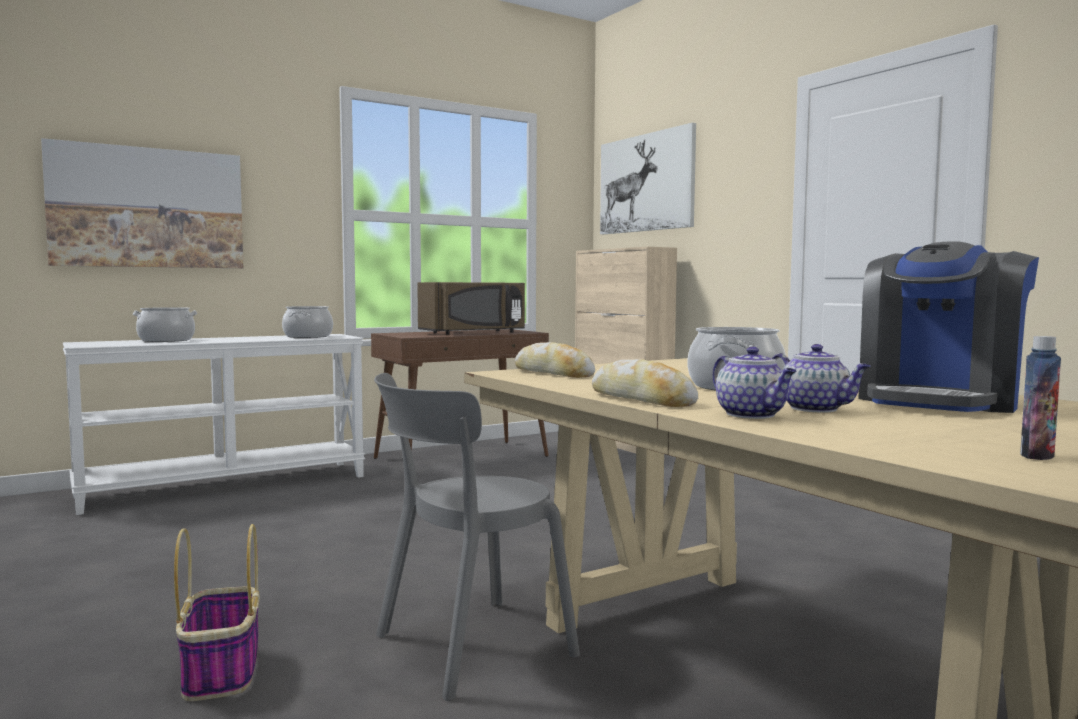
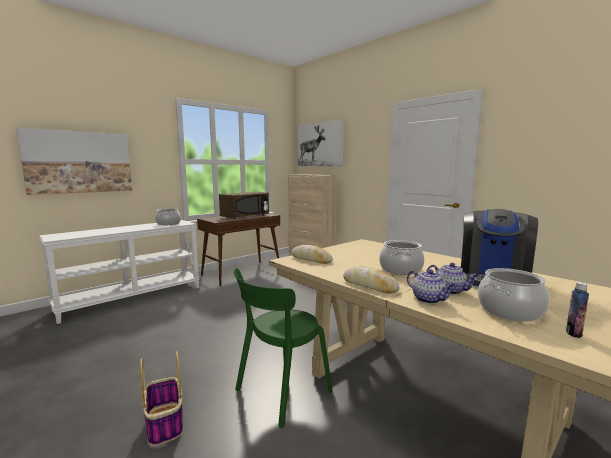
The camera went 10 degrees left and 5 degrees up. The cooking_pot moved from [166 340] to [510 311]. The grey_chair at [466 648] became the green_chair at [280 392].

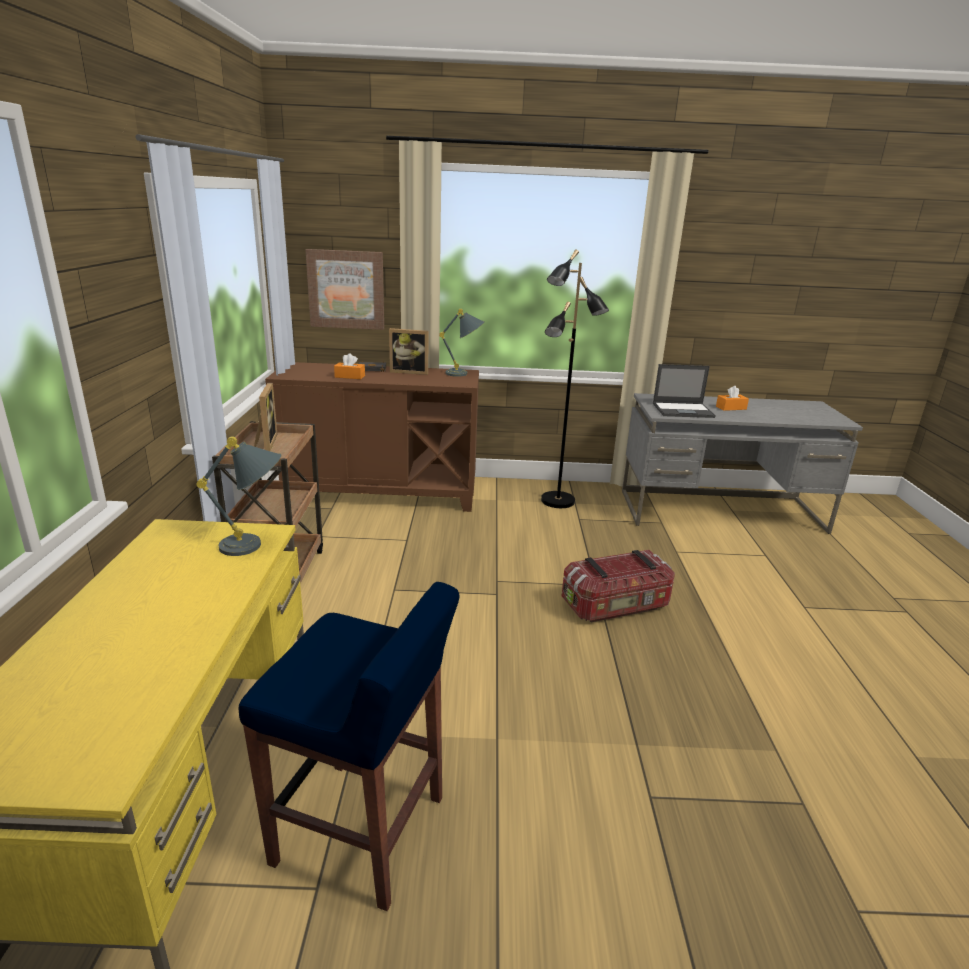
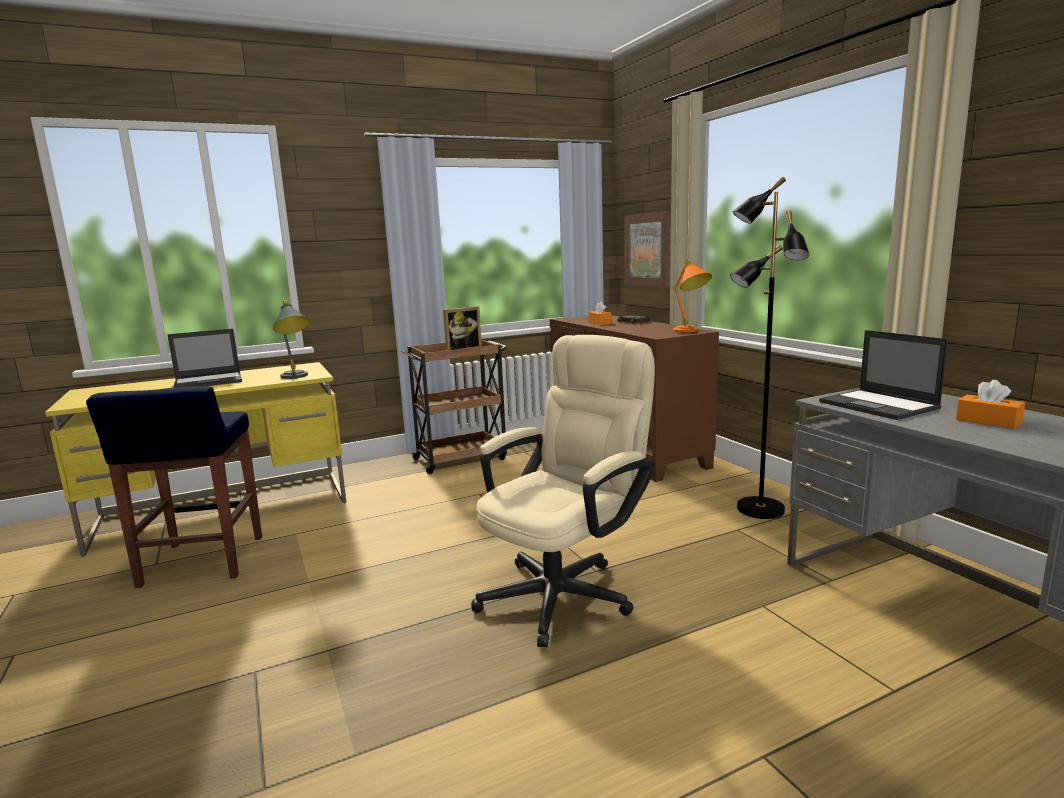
The camera went 65 degrees right and 10 degrees down. The picture_frame at [410 372] disappeared. The laptop at [209 381] appeared. The storage_box at [616 606] was replaced by the beige_office_chair at [566 591]. The grey_table_lamp at [464 374] became the orange_table_lamp at [690 332].

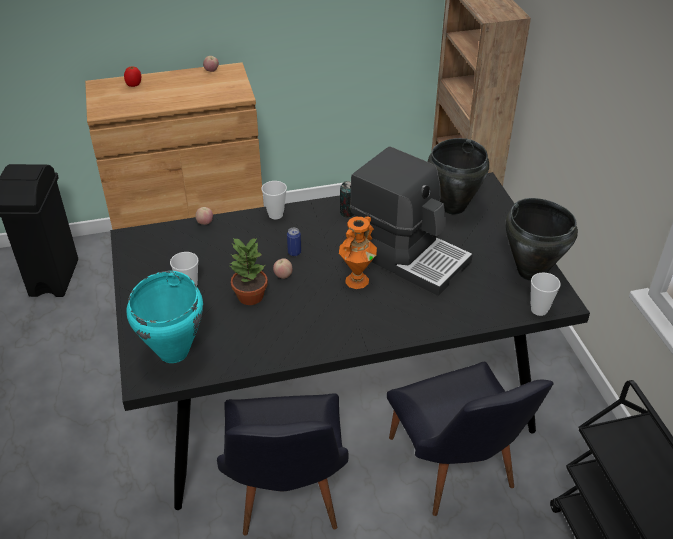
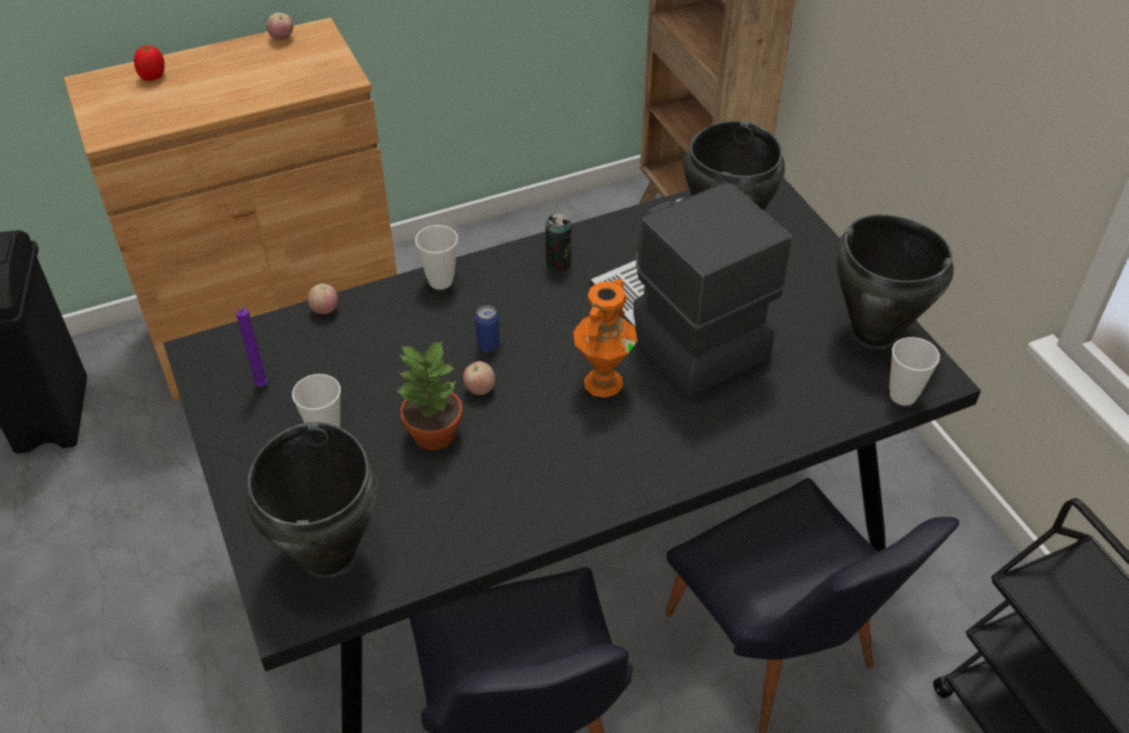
The camera went 10 degrees left and 5 degrees up. The purple_candle at [261 387] appeared. The turquoise_cooking_pot at [174 352] became the black_cooking_pot at [329 554]. The coffee_machine at [409 255] turned 150 degrees counterclockwise.

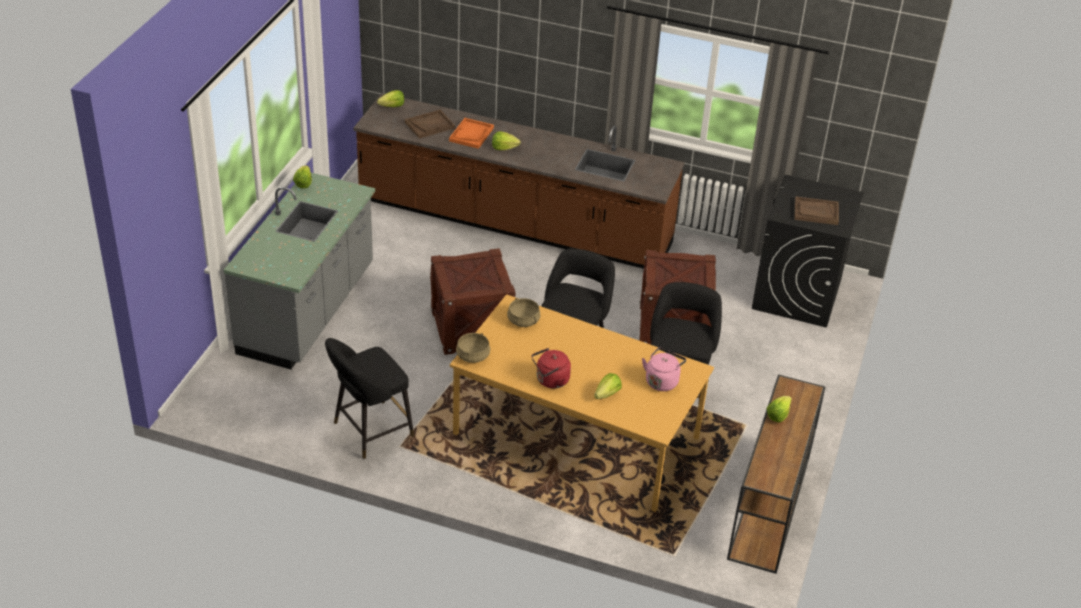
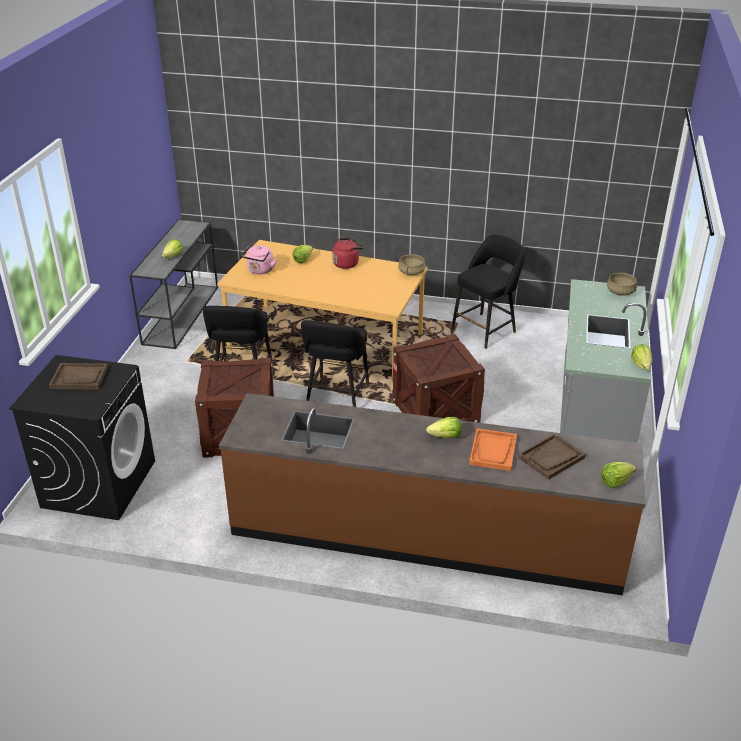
The camera went 175 degrees right and 5 degrees down. The beige_cooking_pot moved from [523 321] to [620 292]. The brown_console_table at [769 509] became the grey_console_table at [181 314].

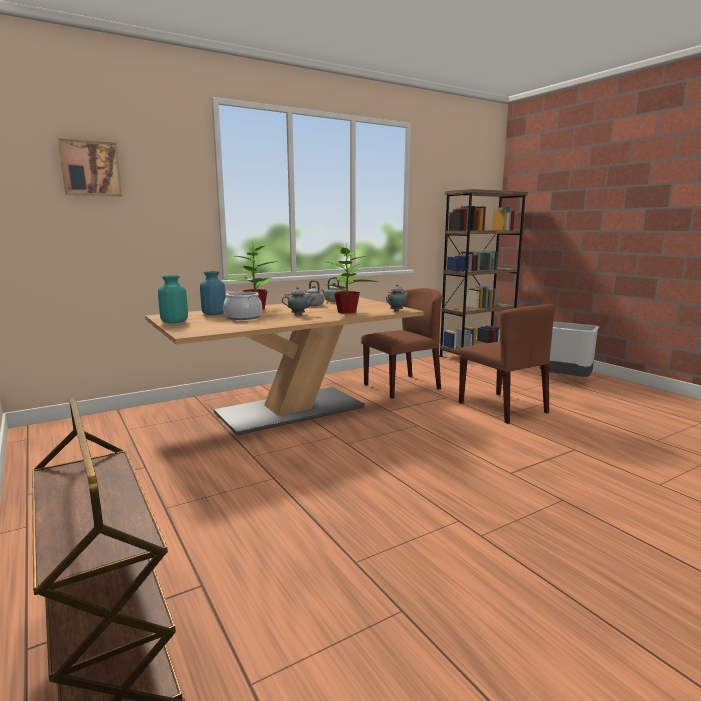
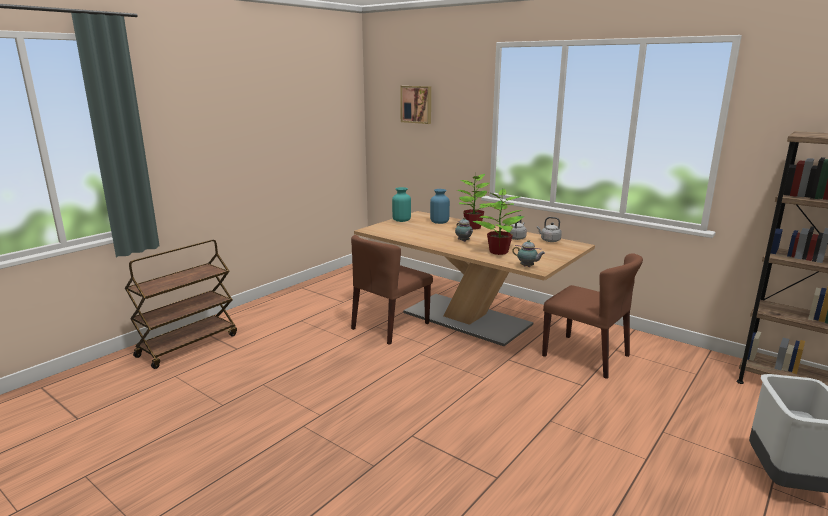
The camera went 70 degrees right and 5 degrees up. The cooking_pot at [243 317] disappeared. The brown_chair moved from [503 407] to [390 326].

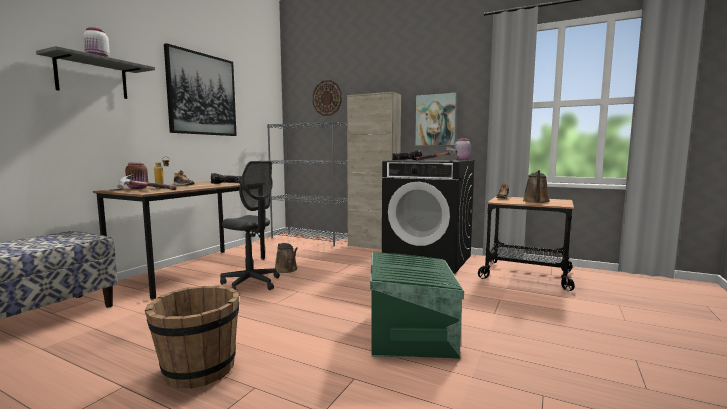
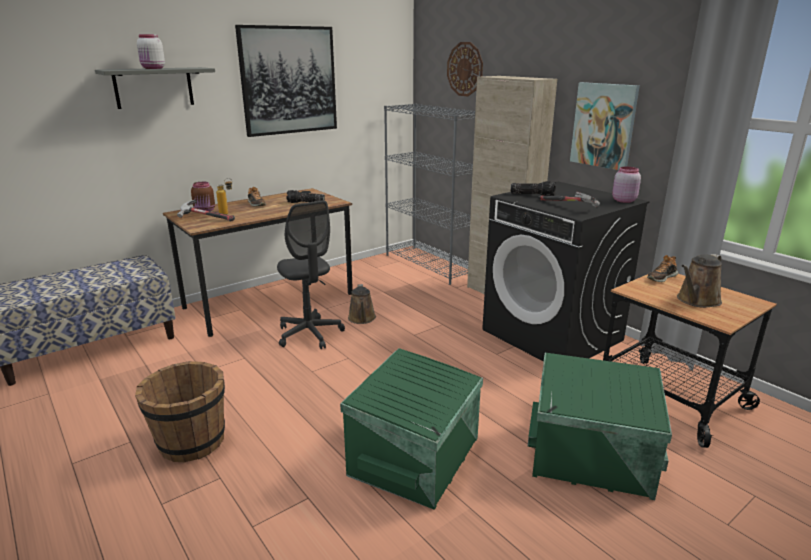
The camera went 25 degrees right and 15 degrees up. The green_storage_box at [592 457] appeared.

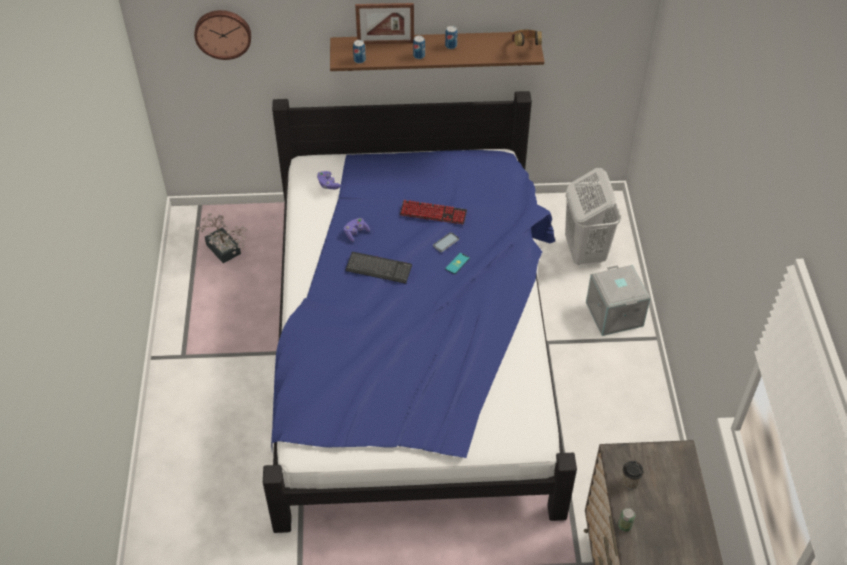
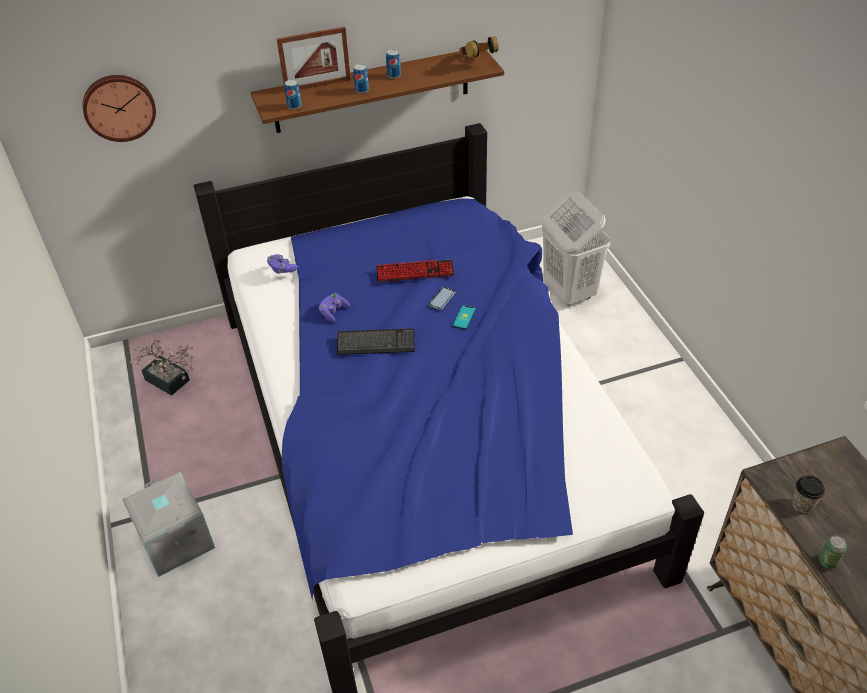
The camera went 15 degrees left and 5 degrees down. The grey_storage_box moved from [613 314] to [174 541].

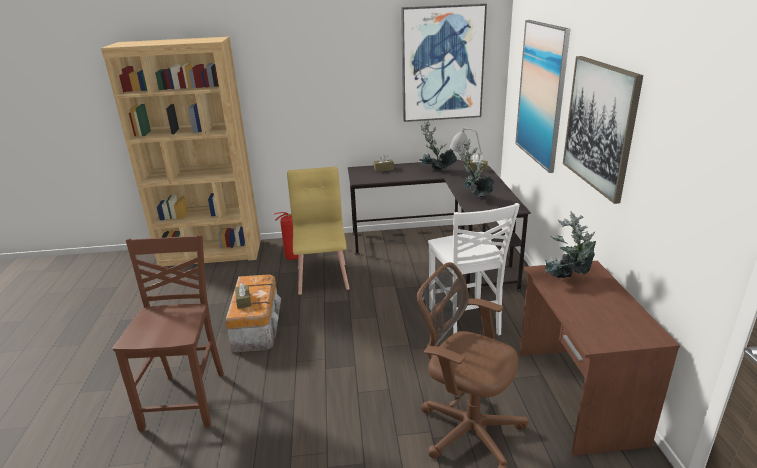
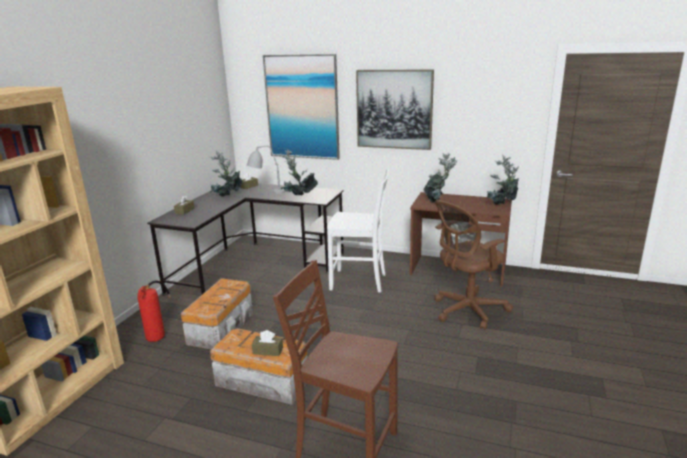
The camera went 65 degrees left and 5 degrees down. The picture at [442 64] disappeared. The potted_plant at [502 206] appeared. The yellow_chair at [323 278] was replaced by the storage_box at [222 327].

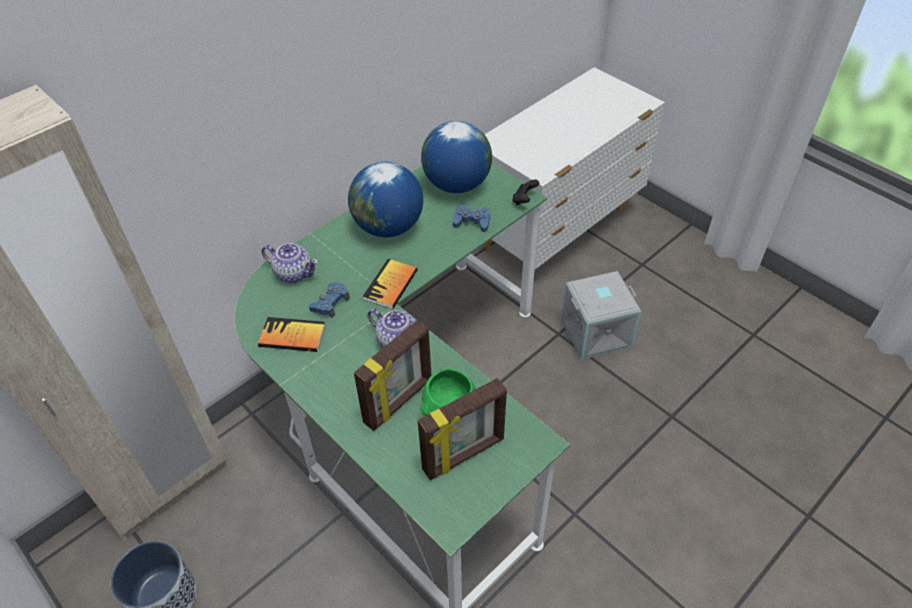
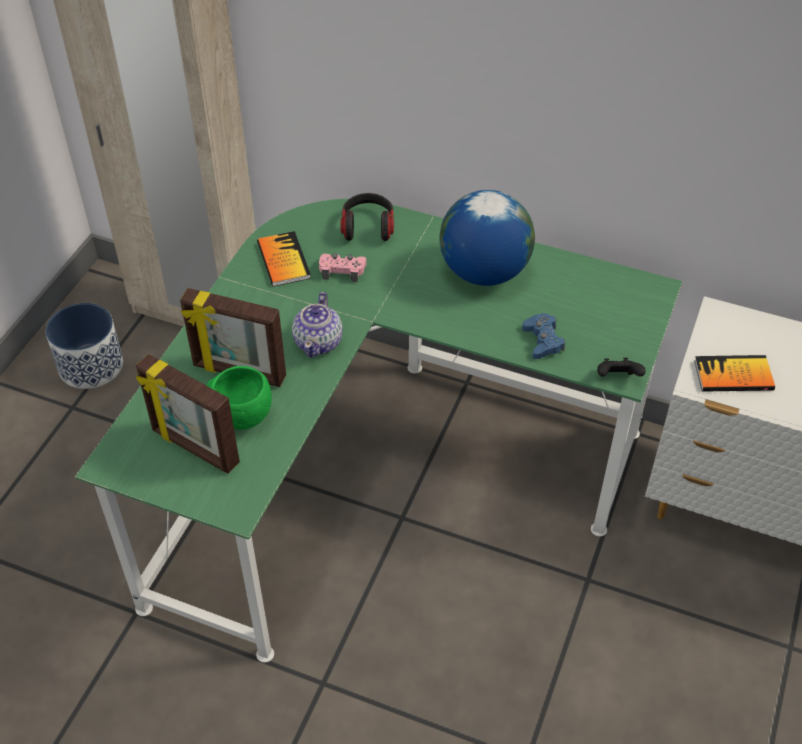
The camera went 65 degrees right and 0 degrees up. The globe at [456 184] disappeared. The grey_storage_box at [595 331] disappeared. The book moved from [390 285] to [733 375]. The teapot at [293 273] was replaced by the headphones at [368 226]. The blue_game_controller at [330 303] became the pink_game_controller at [342 270].

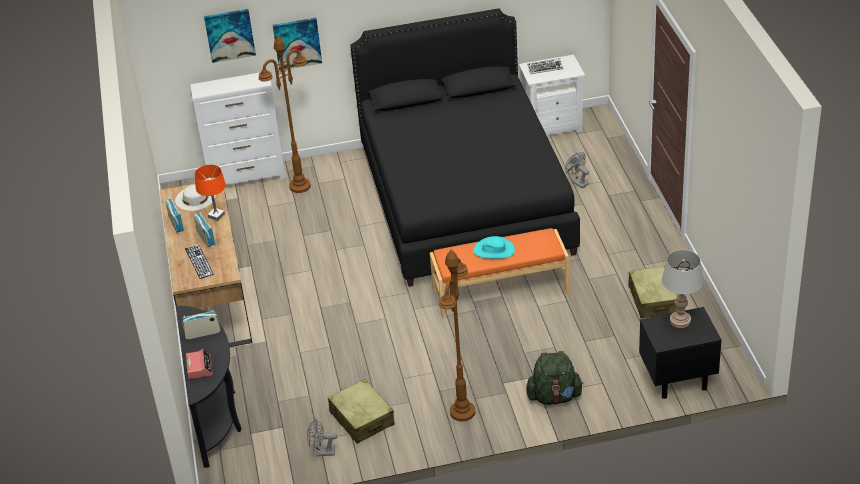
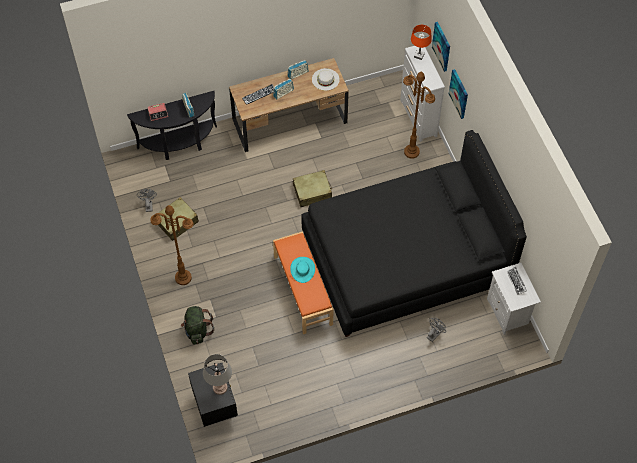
The camera went 80 degrees right and 20 degrees up. The orange_table_lamp moved from [216 216] to [419 56]. The beige_suitcase moved from [654 299] to [312 192].

